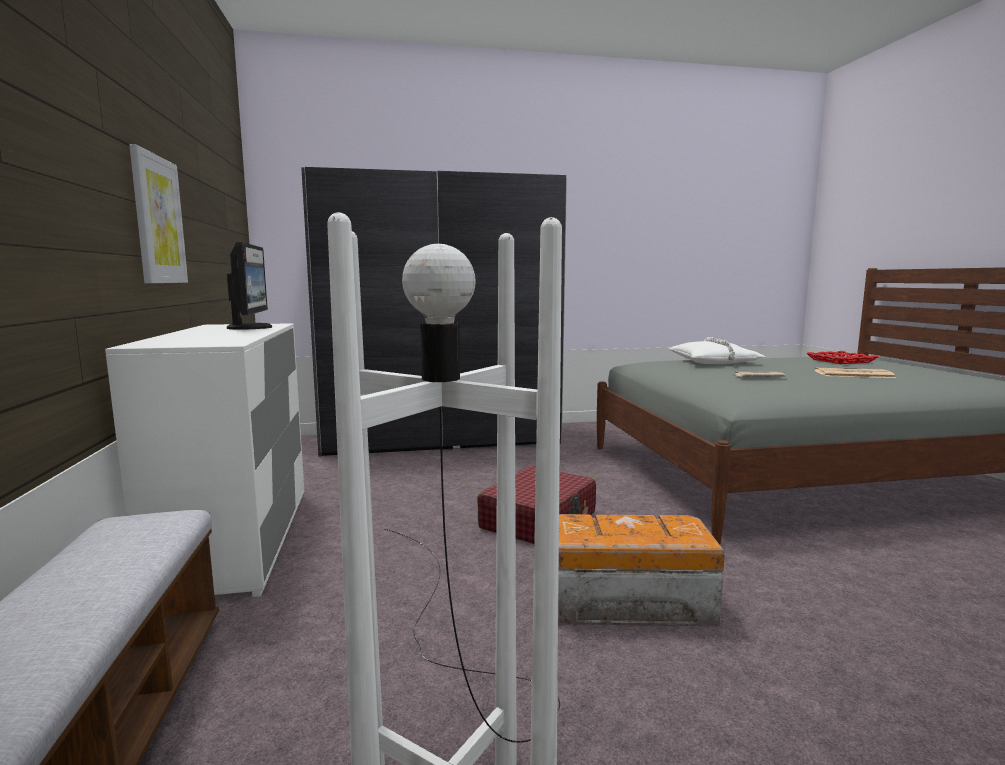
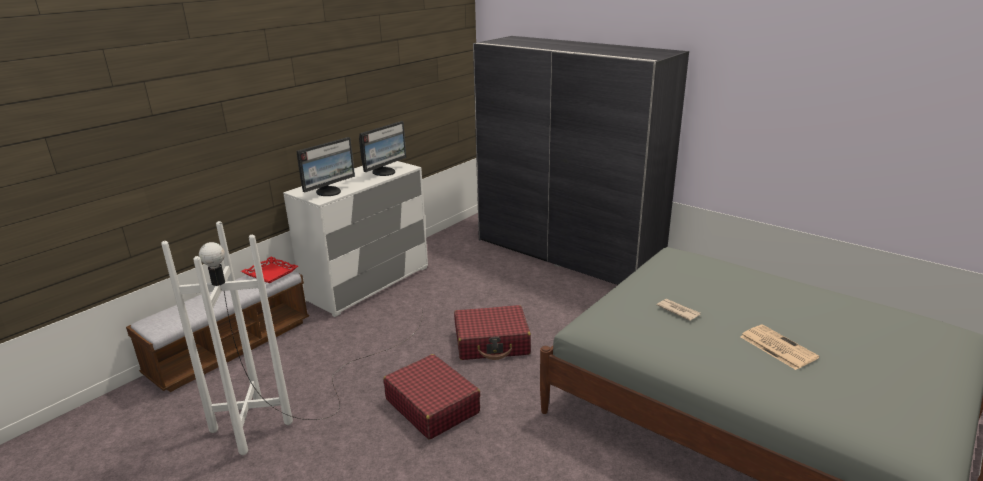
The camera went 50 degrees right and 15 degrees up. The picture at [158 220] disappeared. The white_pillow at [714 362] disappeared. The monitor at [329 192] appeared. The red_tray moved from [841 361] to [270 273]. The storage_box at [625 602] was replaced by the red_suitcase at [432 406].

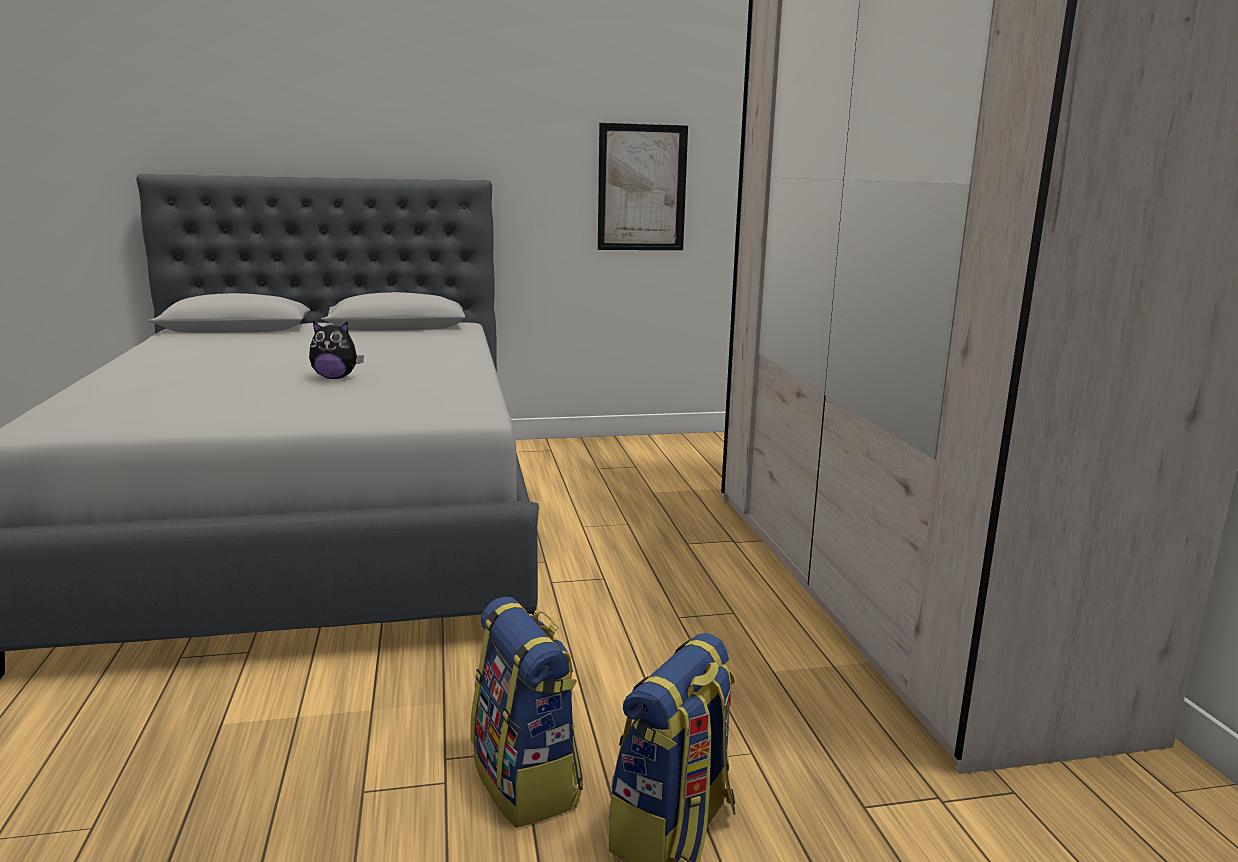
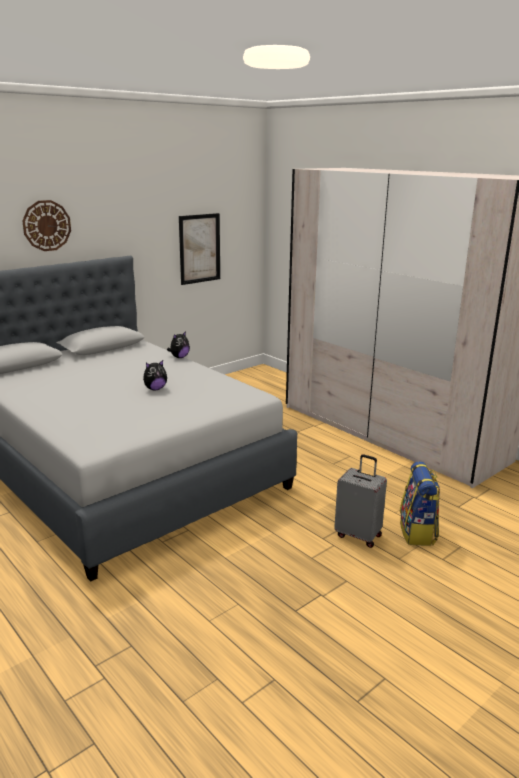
The camera went 30 degrees left and 5 degrees up. The wall_clock at [46 225] appeared. The plush_toy at [179 357] appeared. The backpack at [528 782] was replaced by the grey_suitcase at [358 535].

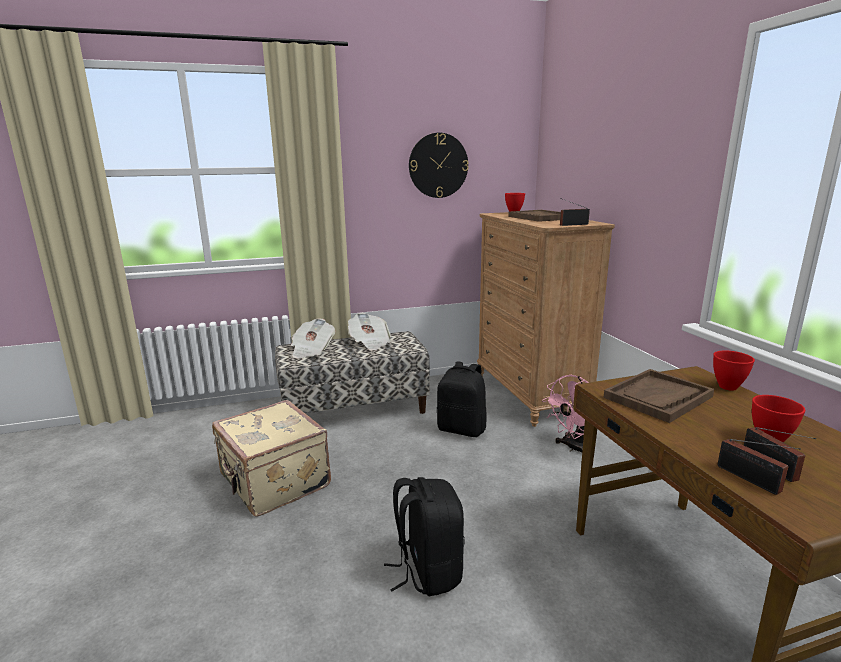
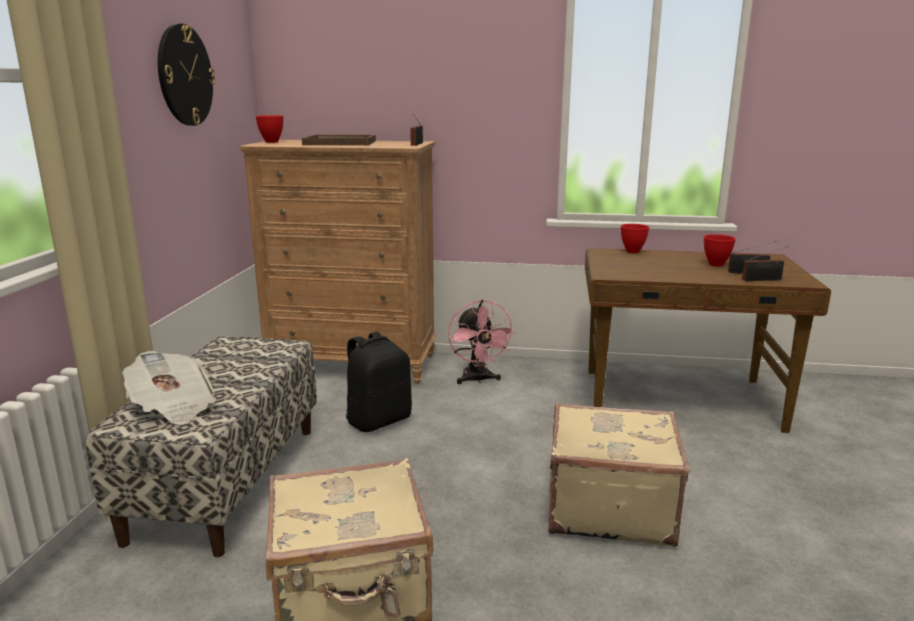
The camera went 65 degrees left and 0 degrees up. The newspaper at [370 342] disappeared. The brown_tray at [658 397] disappeared. The black_backpack at [427 571] was replaced by the beige_suitcase at [608 507].

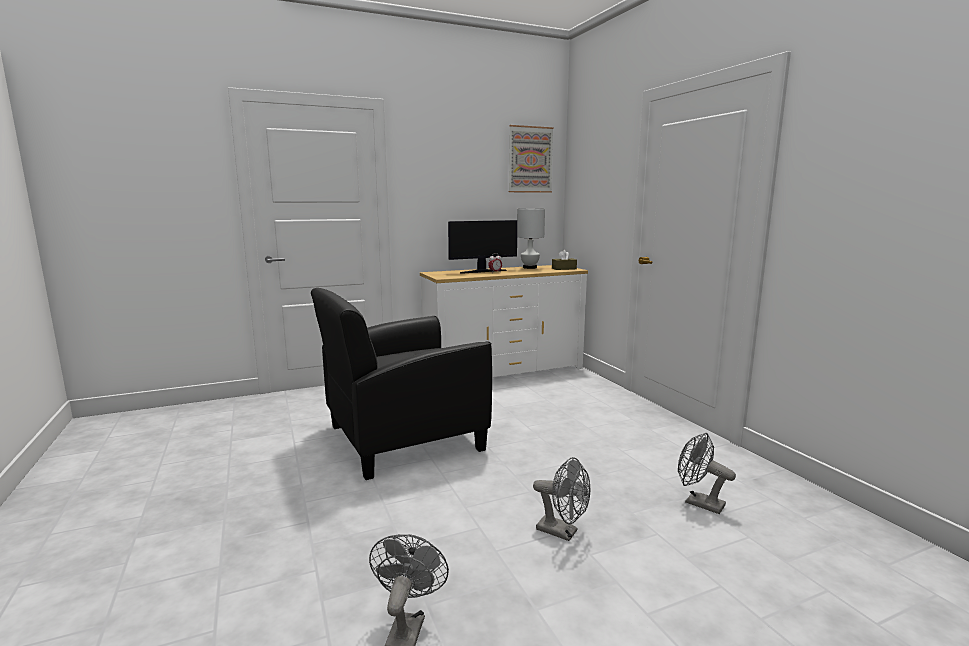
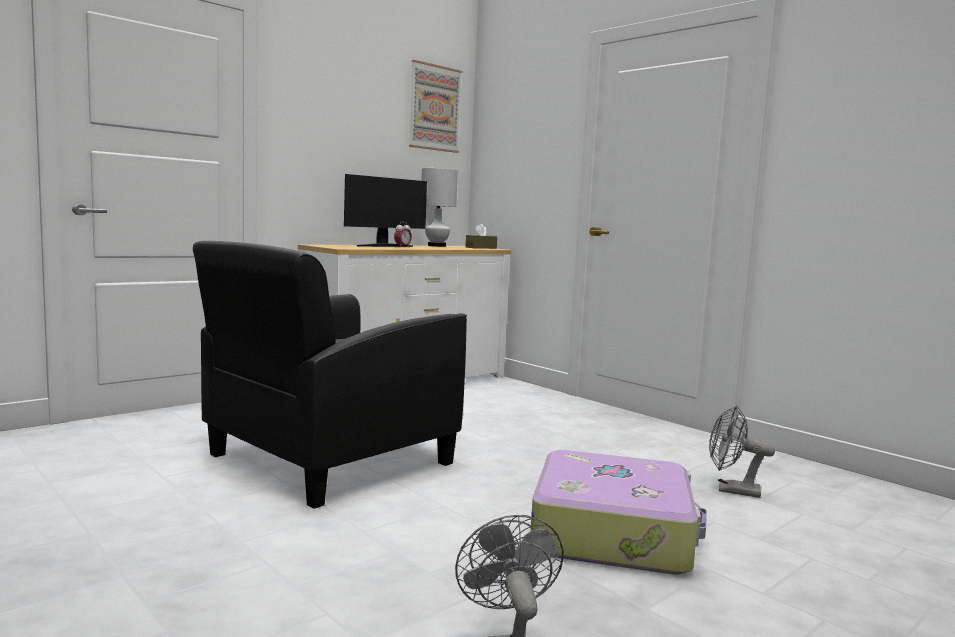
The camera went 20 degrees left and 5 degrees down. The grey_fan at [563 532] was replaced by the suitcase at [613 533].

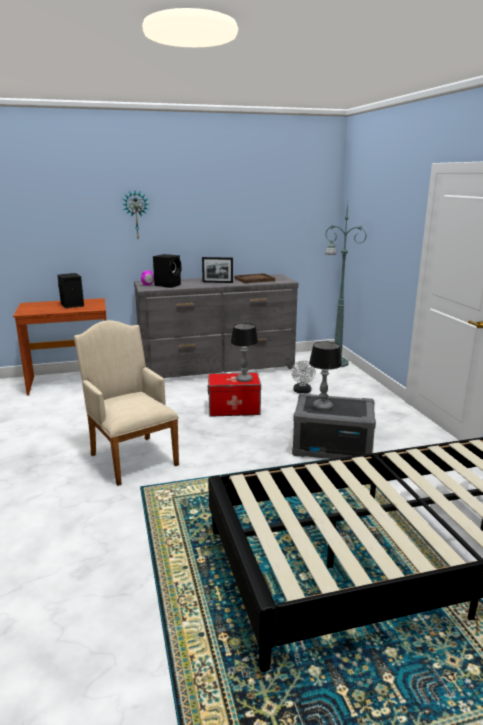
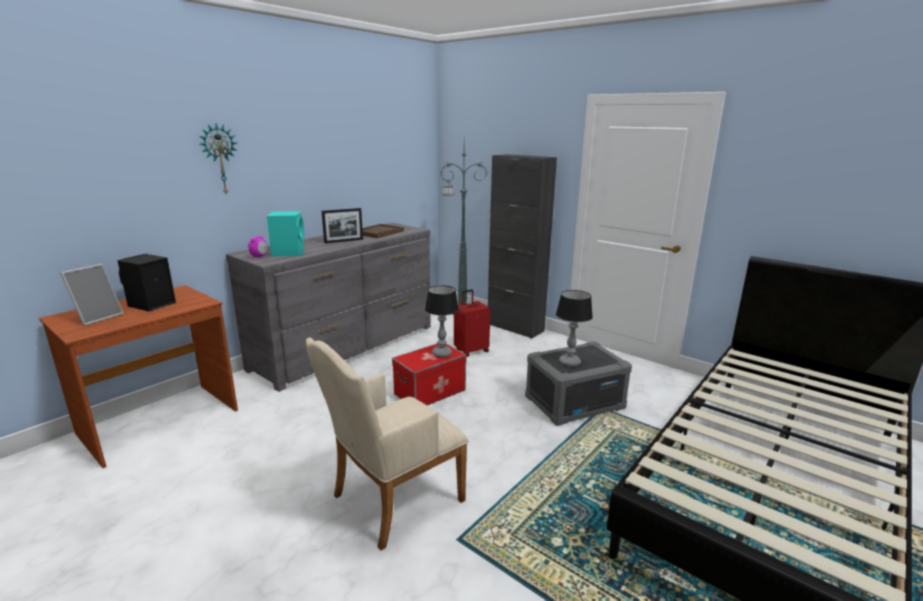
The camera went 35 degrees left and 0 degrees up. The picture_frame at [98 317] appeared. The black_cabinet at [515 328] appeared. The white_fan at [302 391] was replaced by the red_suitcase at [471 351]. The black_speaker at [168 285] became the turquoise_speaker at [289 253]. The beige_armchair at [131 457] turned 60 degrees counterclockwise.

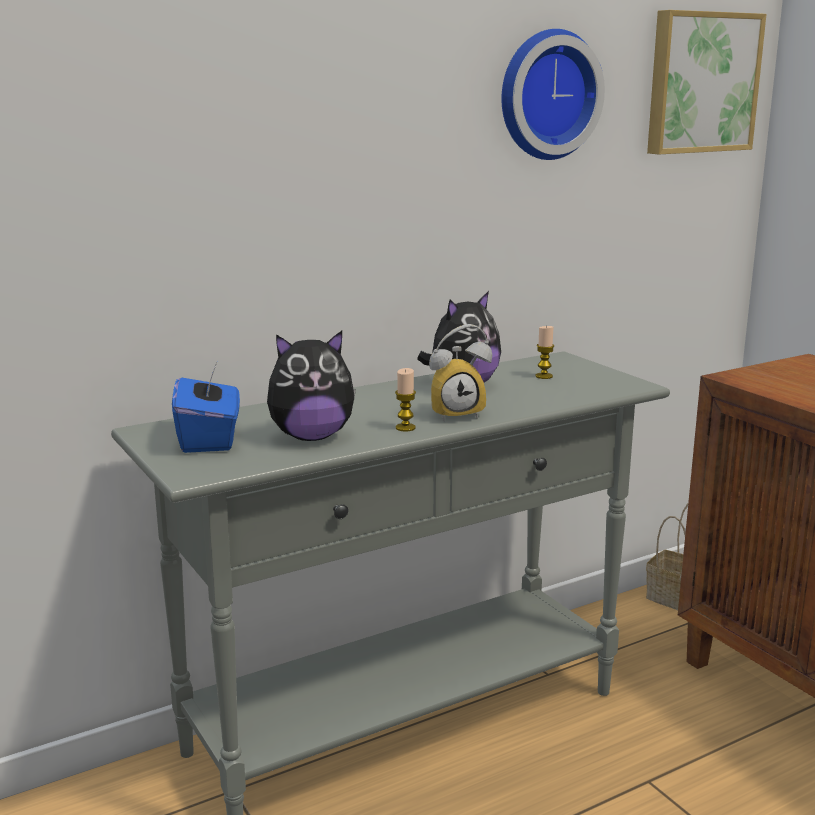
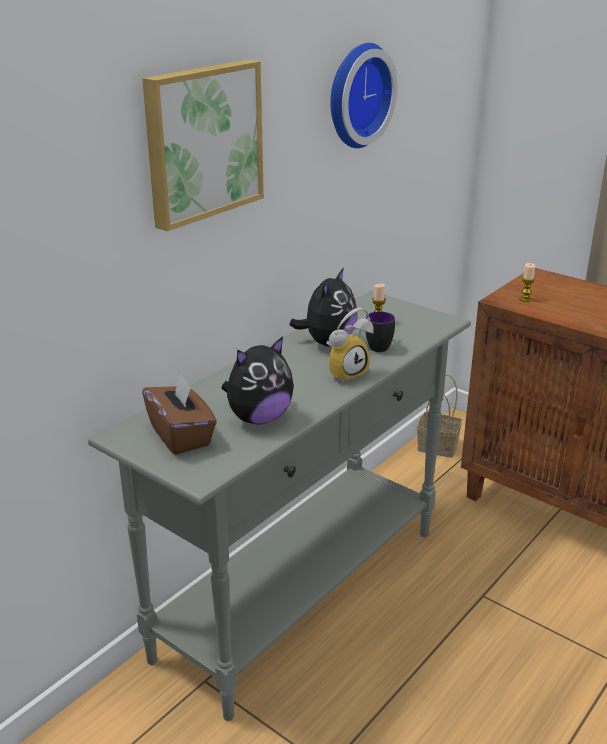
The camera went 20 degrees left and 10 degrees up. The mug at [381 346] appeared. The candle moved from [405 428] to [525 299]. The picture moved from [700 83] to [202 142]. The blue_tissue_box at [209 439] became the brown_tissue_box at [181 435].

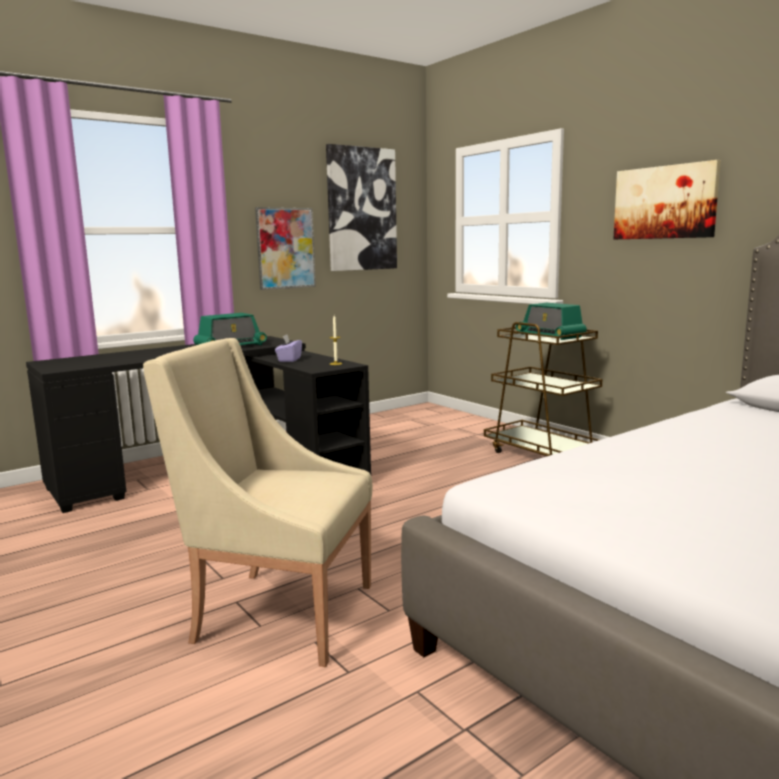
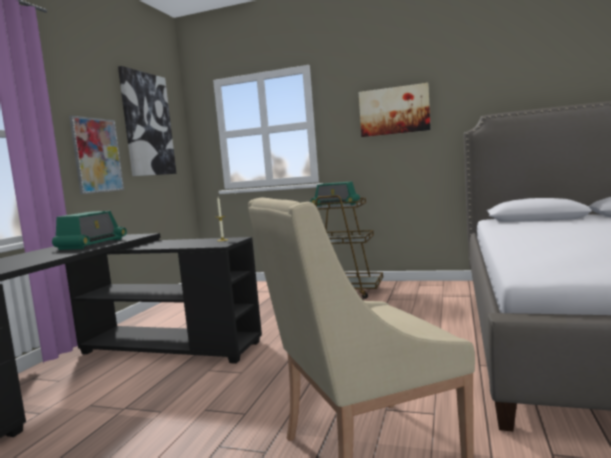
The camera went 35 degrees left and 5 degrees down. The purple_tissue_box at [289 360] disappeared.

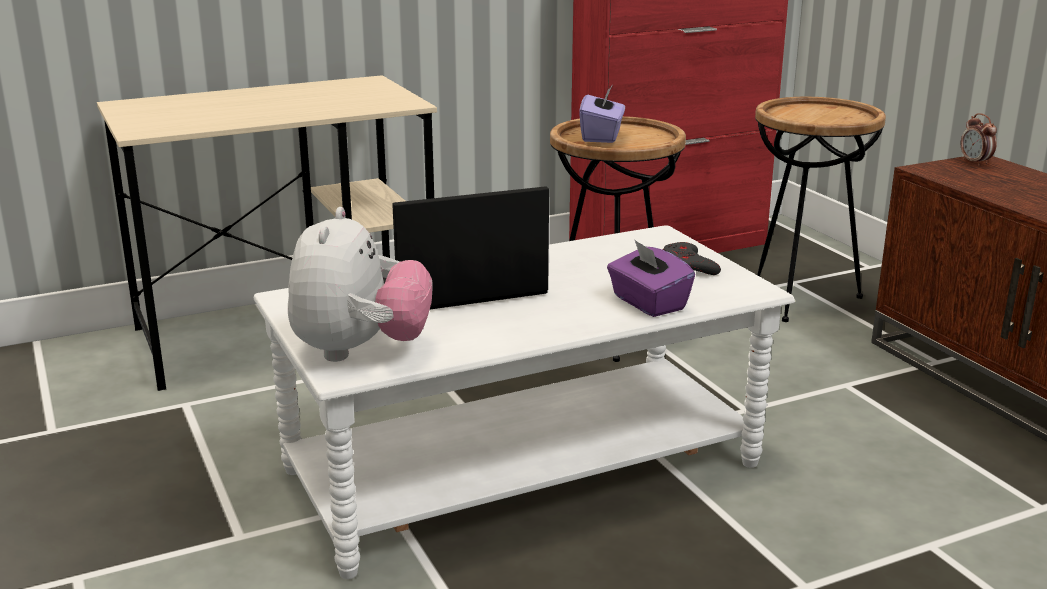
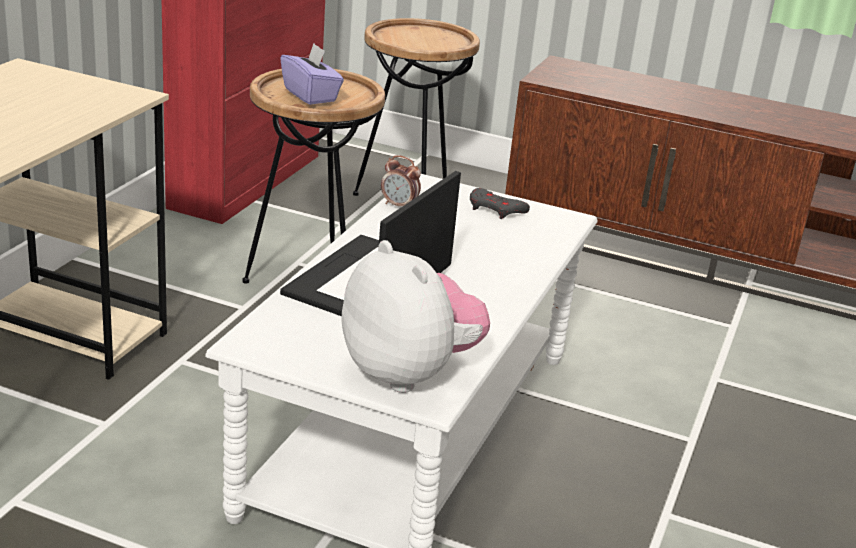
The camera went 45 degrees left and 5 degrees up. The purple_tissue_box at [648 303] disappeared. The alarm_clock moved from [975 162] to [399 205].

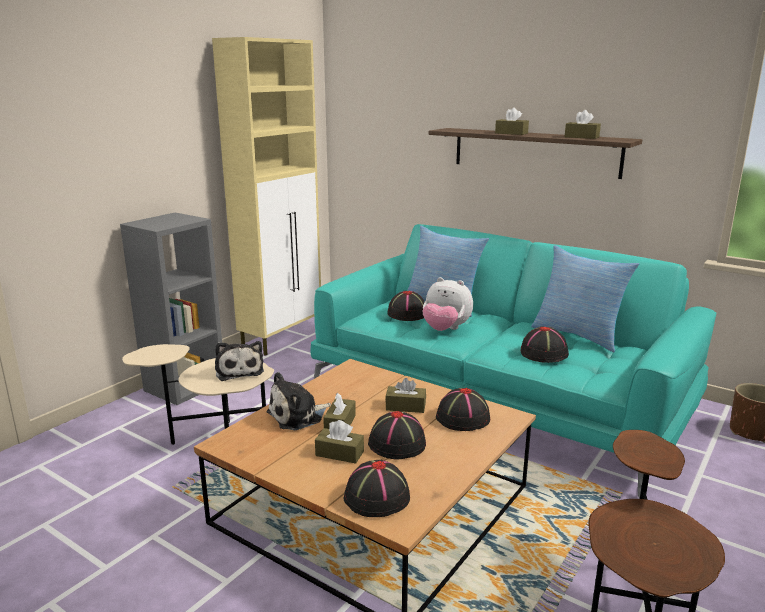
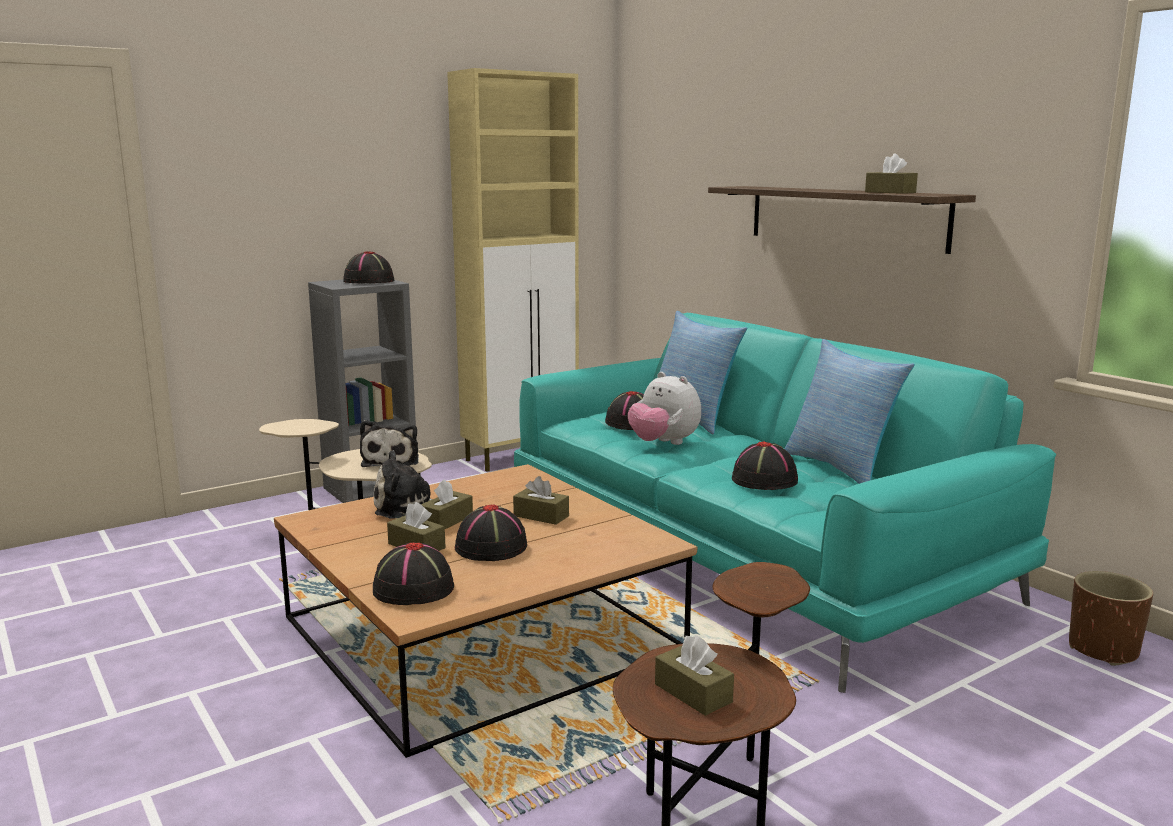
The camera went 20 degrees right and 5 degrees down. The black_hat moved from [462 418] to [368 281]. The brown_tissue_box moved from [511 133] to [693 693].

